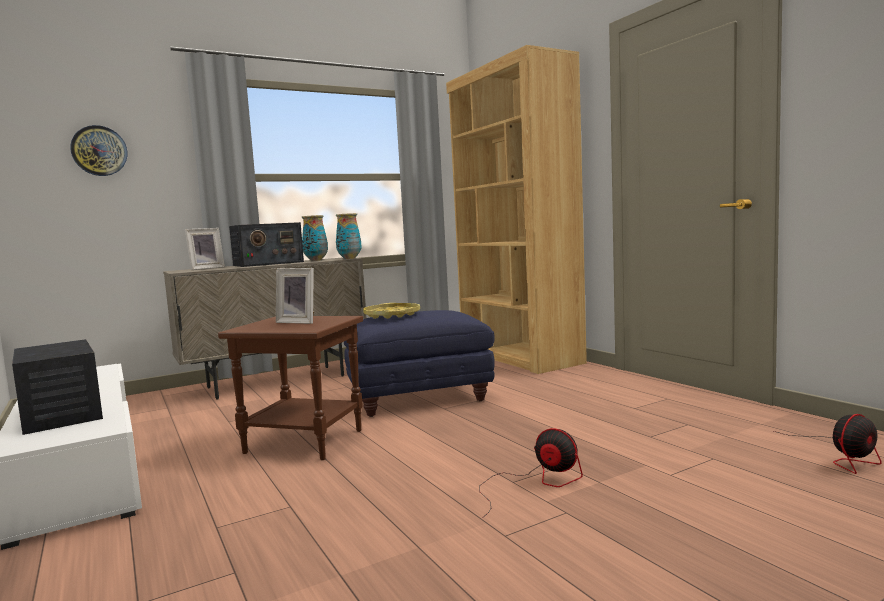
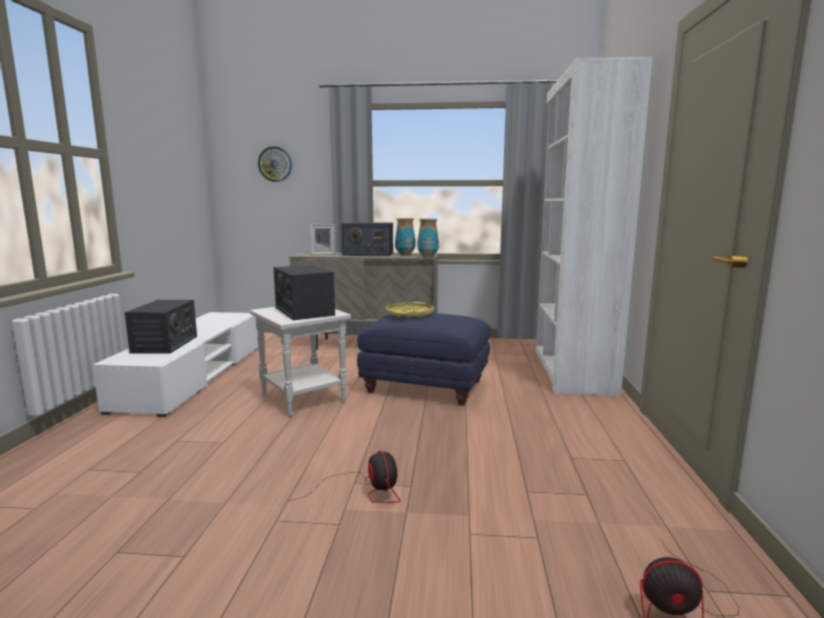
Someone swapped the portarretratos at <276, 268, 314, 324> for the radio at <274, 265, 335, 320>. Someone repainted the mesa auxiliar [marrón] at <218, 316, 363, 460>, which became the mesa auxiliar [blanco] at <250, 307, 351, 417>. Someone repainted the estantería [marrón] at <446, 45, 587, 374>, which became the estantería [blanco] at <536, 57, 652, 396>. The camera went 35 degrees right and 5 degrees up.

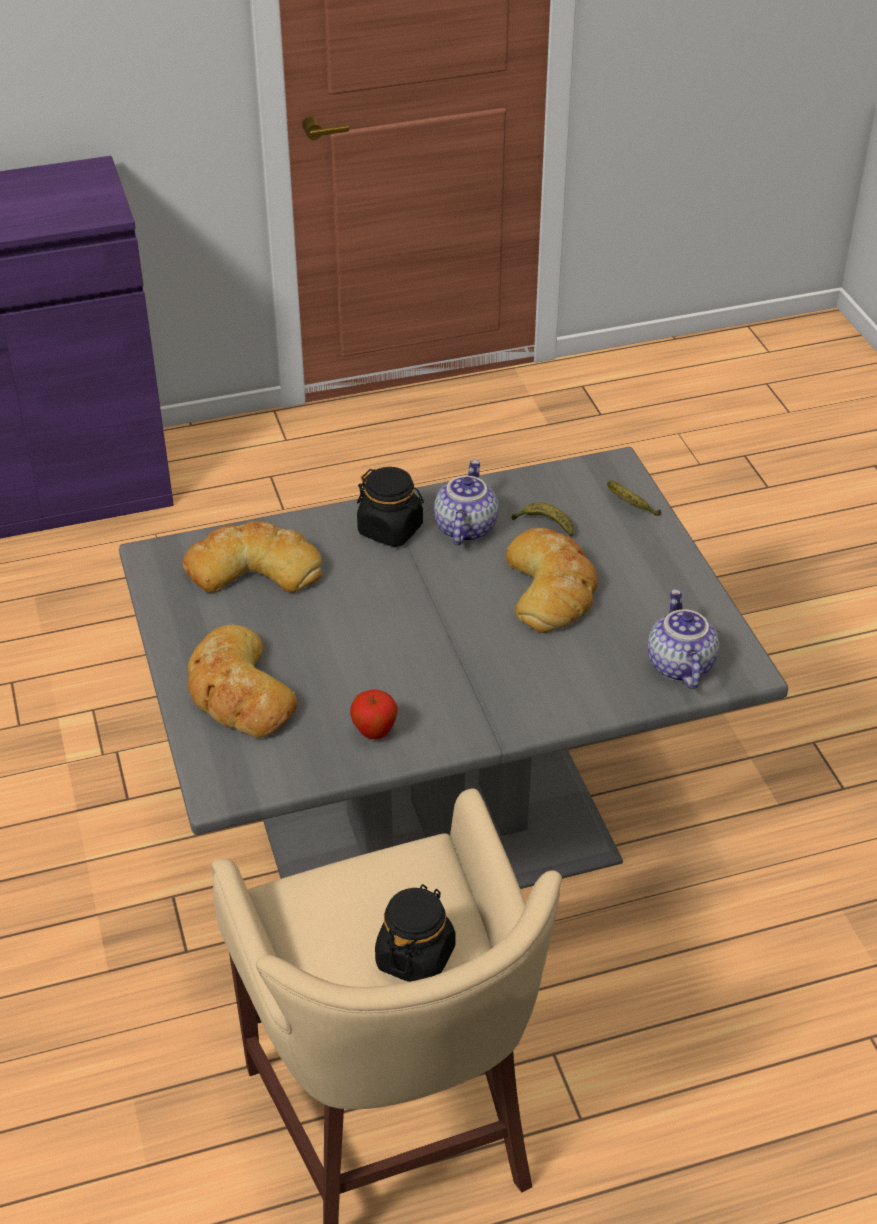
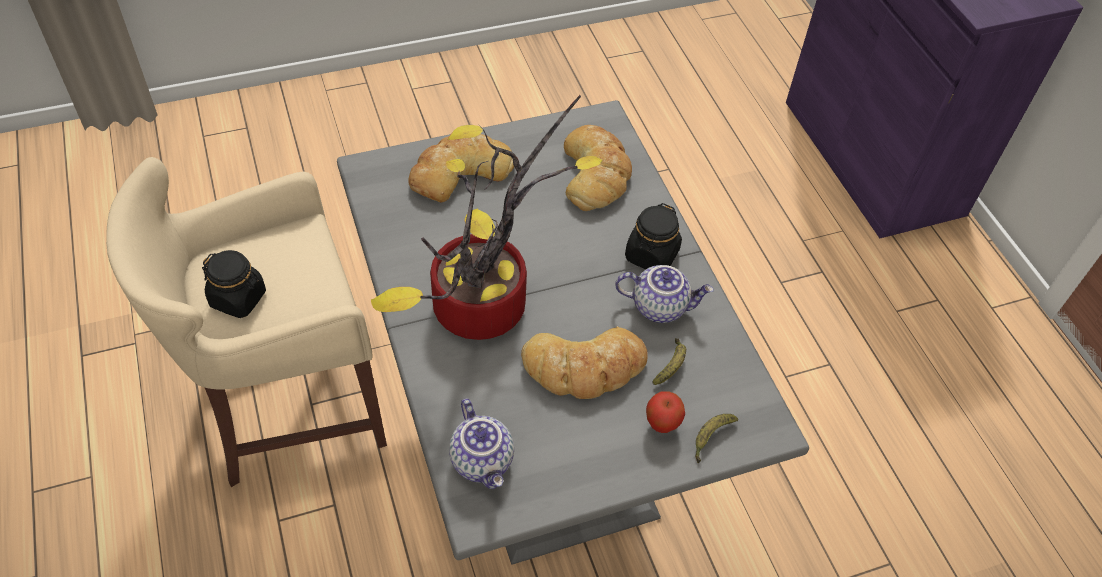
Someone put down the planta en maceta at <371, 95, 603, 340>. Someone carried the manzana from <350, 689, 398, 739> to <646, 391, 685, 433>. Someone rotated the tetera at <647, 589, 719, 689> by 75 degrees clockwise. The camera went 85 degrees right and 10 degrees up.

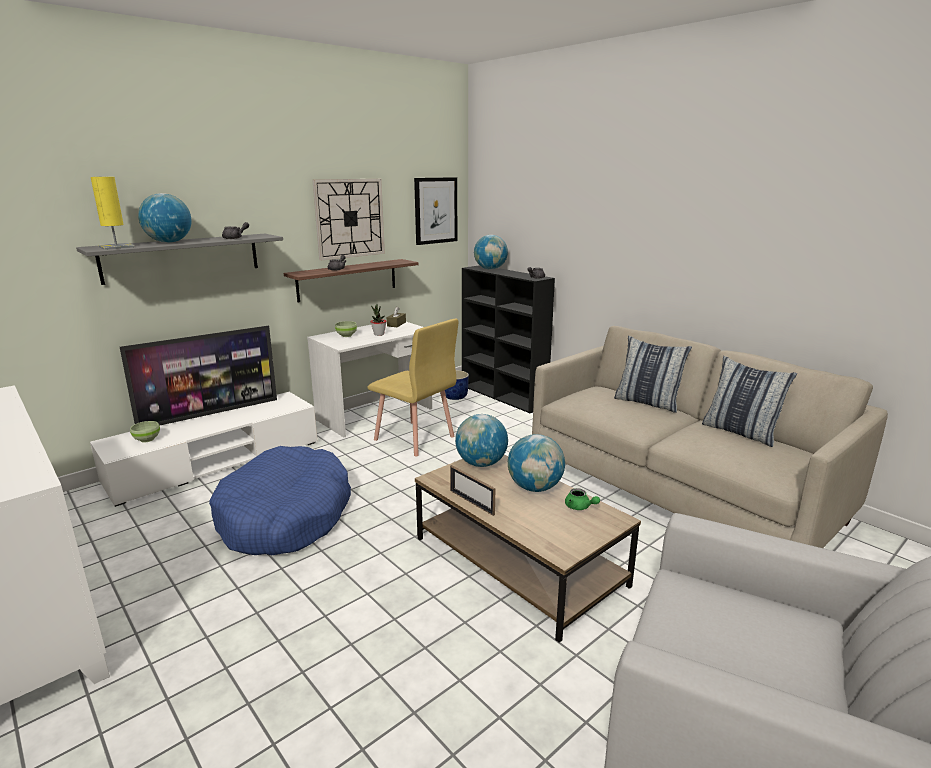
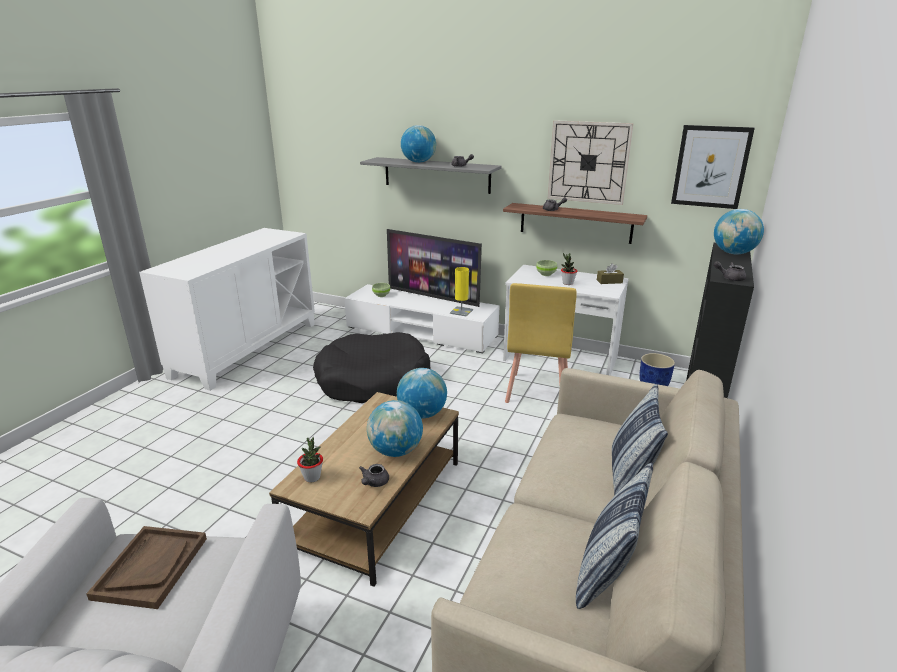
Someone took away the portarretratos at <450, 465, 496, 516>. Someone put down the bandeja [marrón] at <86, 526, 207, 609>. Someone put down the planta en maceta at <297, 437, 323, 482>. Someone carried the lámpara de mesa [amarillo] from <91, 177, 135, 250> to <450, 267, 473, 317>. Someone repainted the cama para perro [azul] at <209, 446, 351, 555>, which became the cama para perro [negro] at <313, 332, 430, 403>. Someone repainted the tetera [verde] at <565, 488, 600, 510>, which became the tetera [gris] at <359, 464, 389, 487>. The camera went 65 degrees right and 5 degrees up.

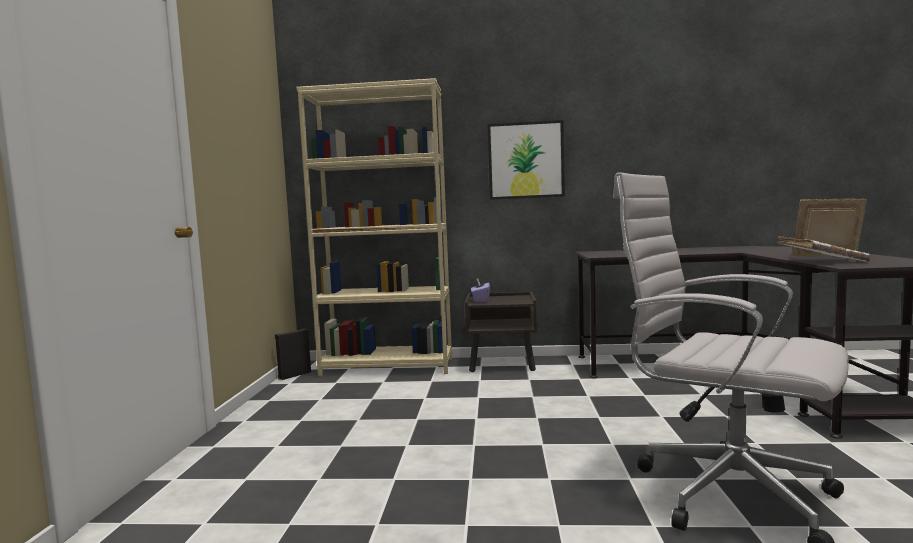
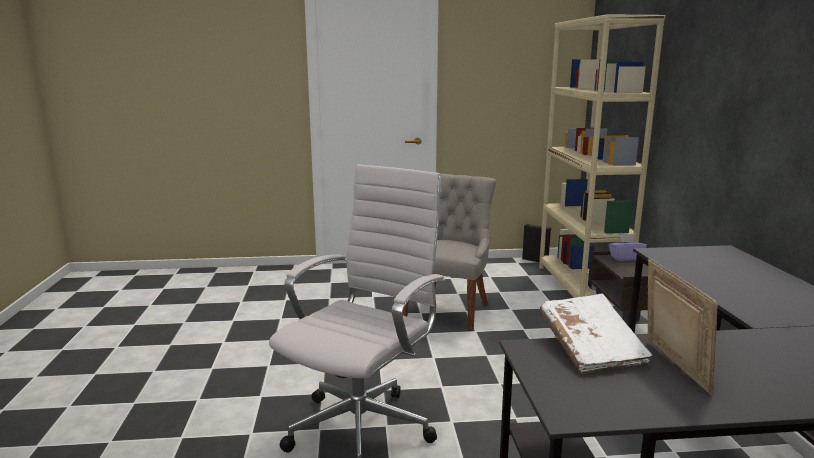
Someone took away the cuadro at <488, 120, 565, 200>. Someone put down the silla [gris] at <403, 174, 497, 331>. The camera went 80 degrees right and 10 degrees up.

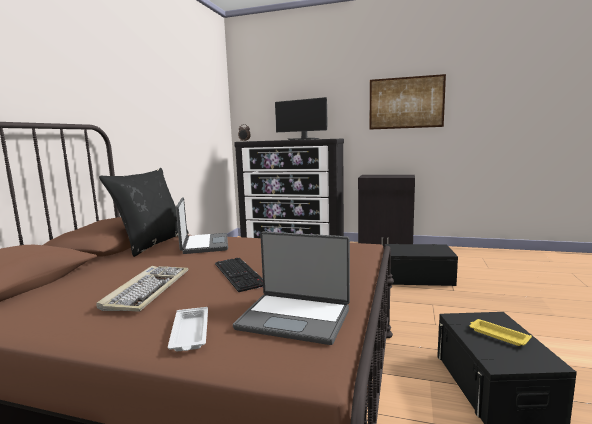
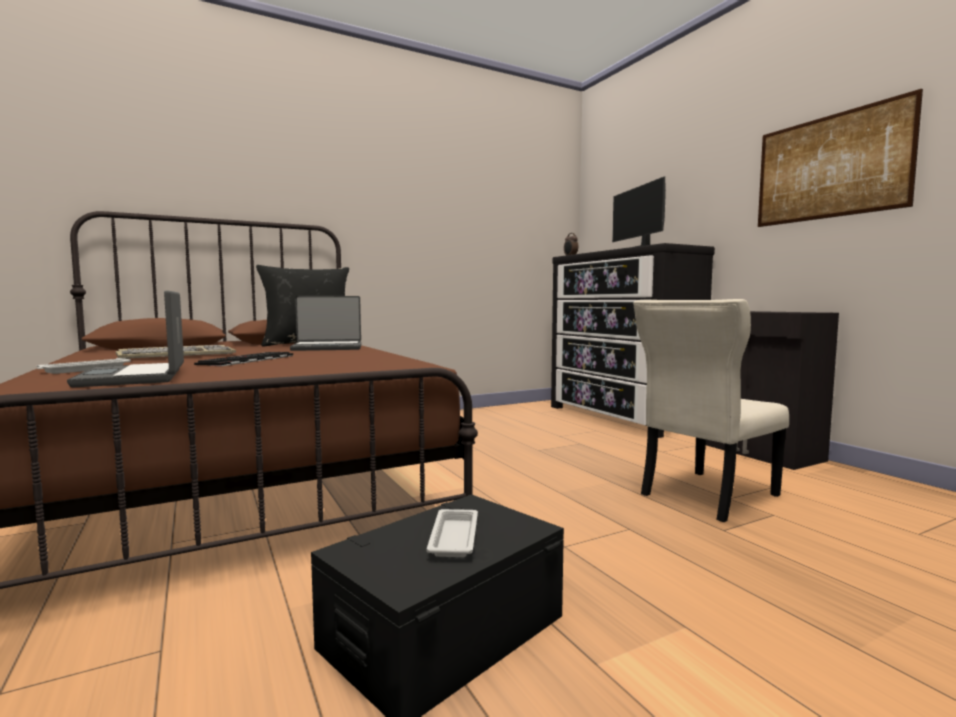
Someone swapped the caja de almacenaje [negro] at <385, 244, 458, 286> for the silla [beis] at <633, 299, 789, 522>. Someone repainted the bandeja [amarillo] at <469, 319, 532, 346>, which became the bandeja [blanco] at <426, 509, 478, 557>. Someone rotated the portátil at <176, 198, 228, 254> by 45 degrees clockwise. The camera went 45 degrees right and 5 degrees down.

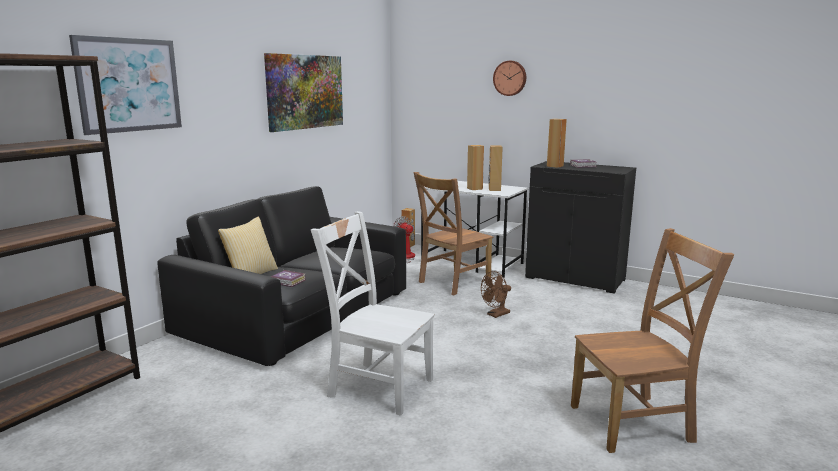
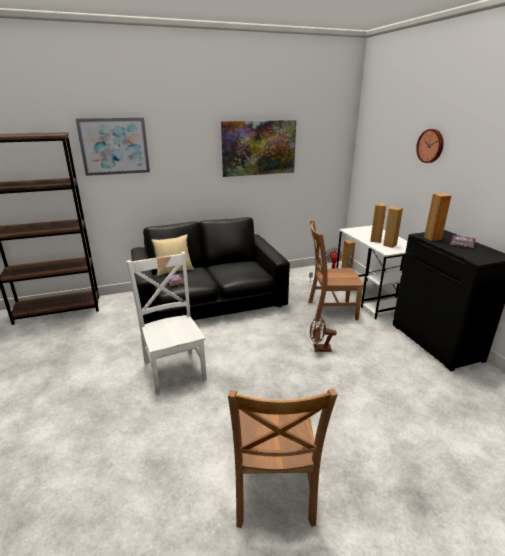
Someone rotated the silla [marrón] at <571, 228, 734, 453> by 60 degrees clockwise. The camera went 40 degrees right and 10 degrees up.

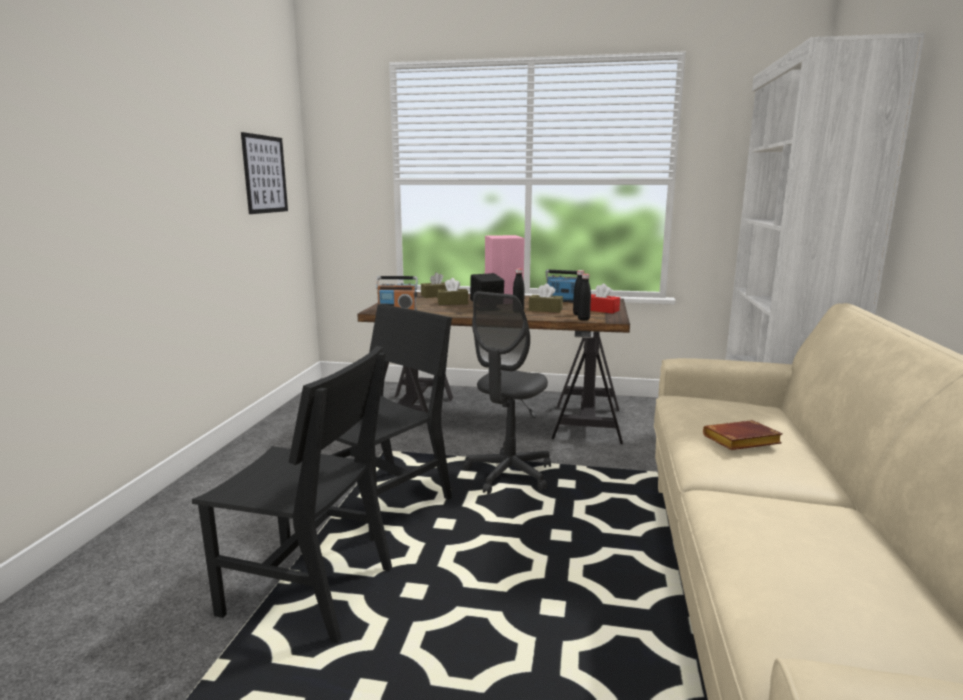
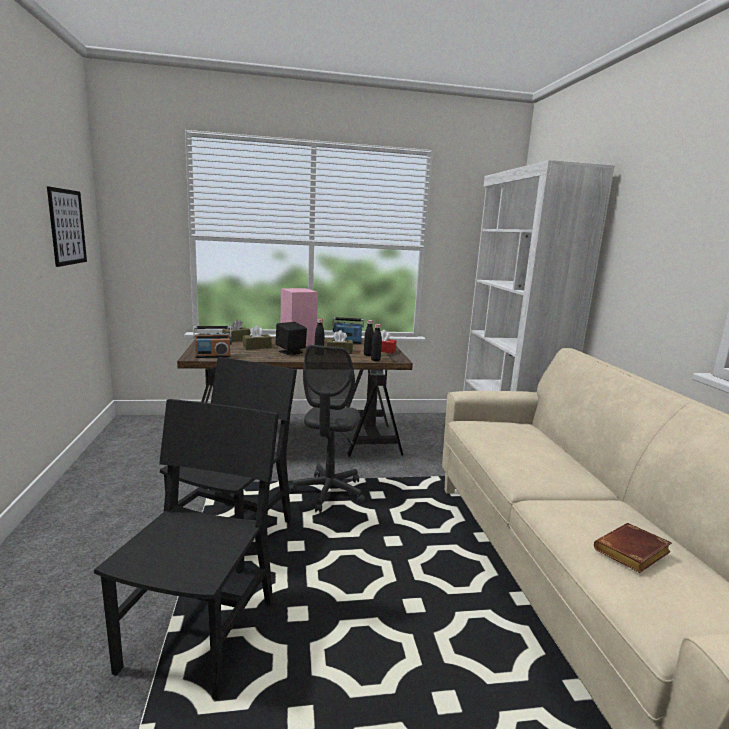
Someone carried the libro [marrón] from <703, 420, 783, 450> to <594, 523, 672, 573>. Someone rotated the silla [negro] at <192, 346, 392, 643> by 75 degrees counterclockwise. The camera went 20 degrees left and 0 degrees up.

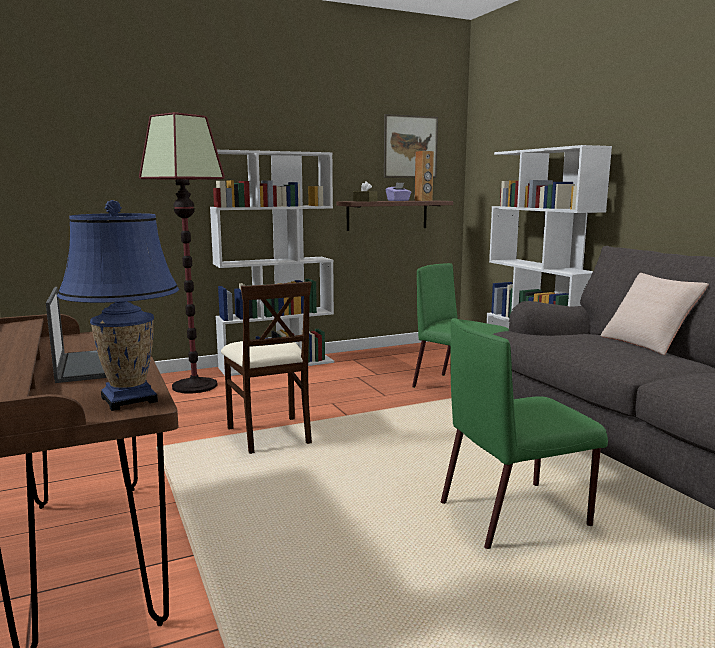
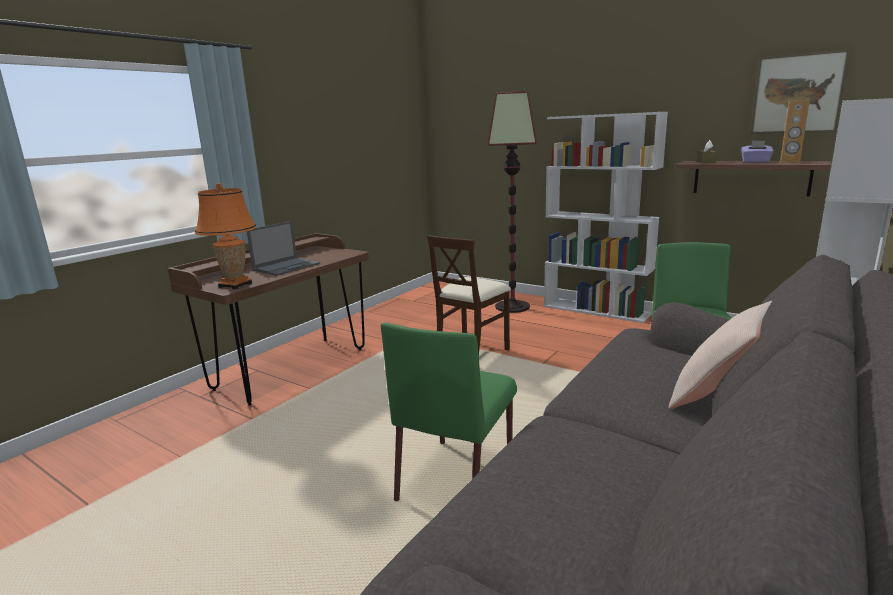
Someone repainted the lámpara de mesa [azul] at <57, 200, 179, 411>, which became the lámpara de mesa [naranja] at <195, 183, 257, 290>. Someone rotated the silla [verde] at <441, 318, 608, 549> by 105 degrees counterclockwise. The camera went 60 degrees right and 5 degrees up.

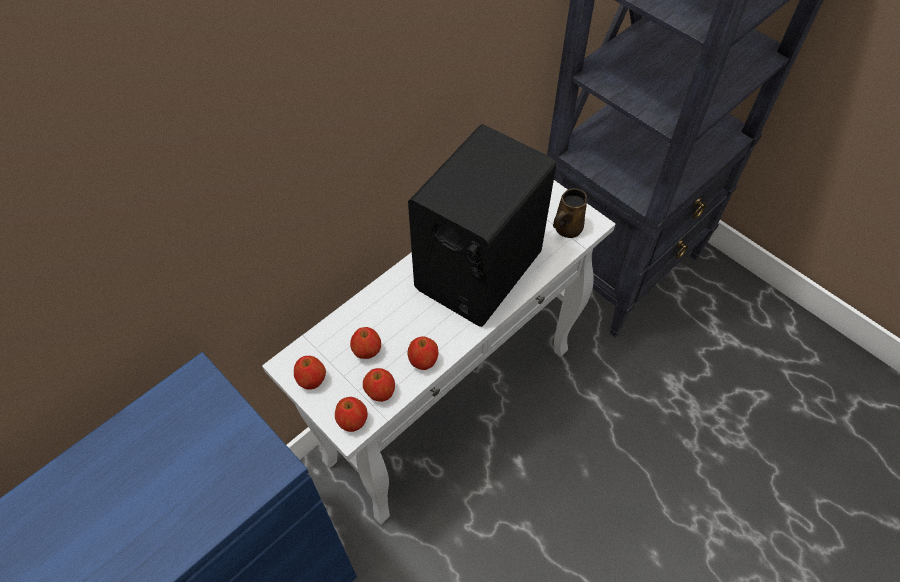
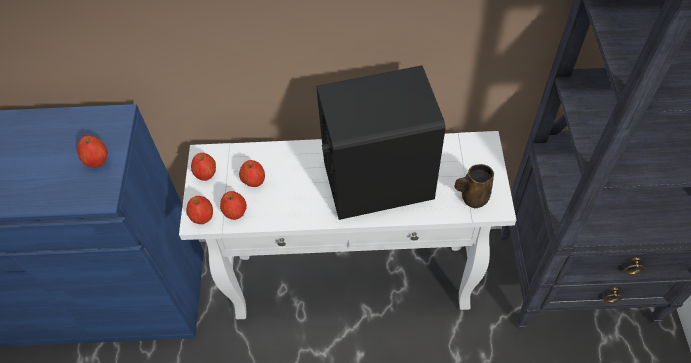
Someone carried the manzana from <407, 336, 439, 370> to <77, 136, 108, 168>. The camera went 45 degrees right and 0 degrees up.

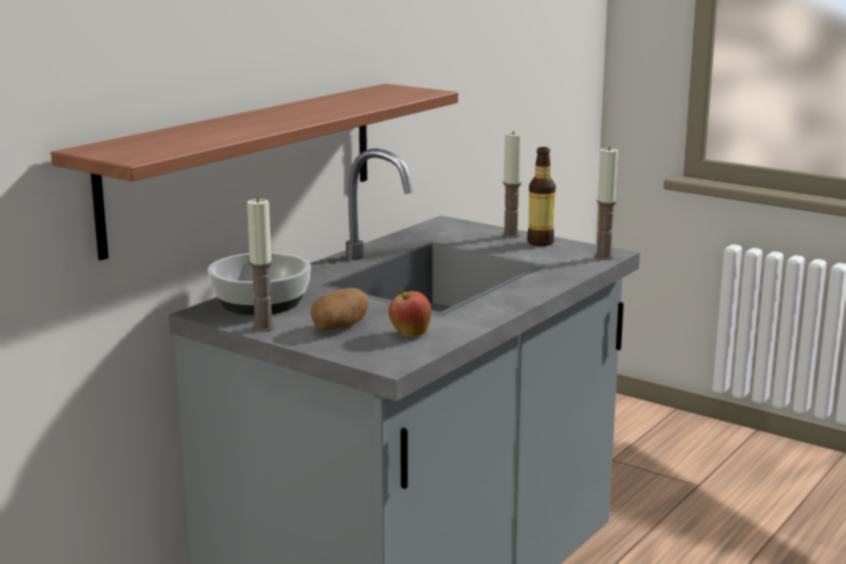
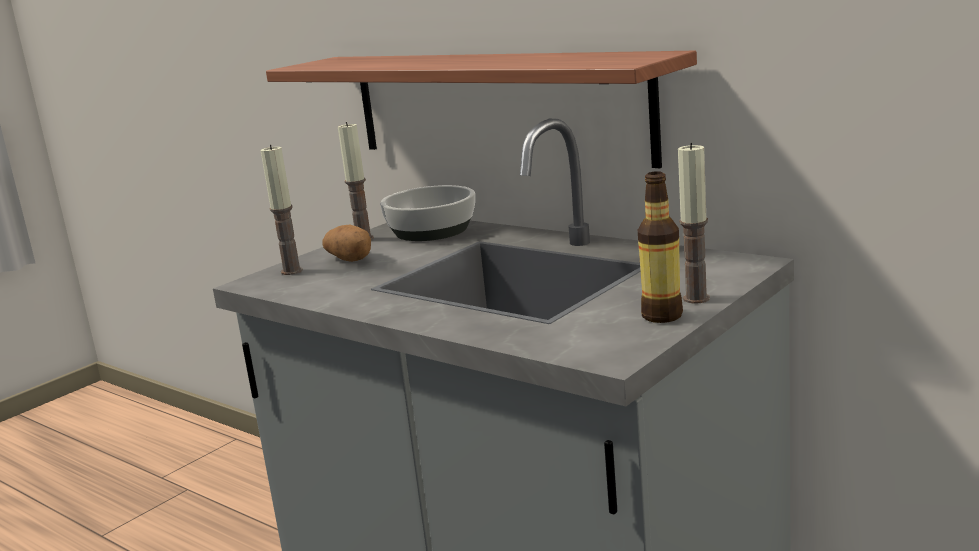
Someone took away the manzana at <389, 290, 431, 338>. Someone carried the vela from <594, 146, 618, 260> to <261, 145, 303, 275>. The camera went 95 degrees right and 0 degrees up.

